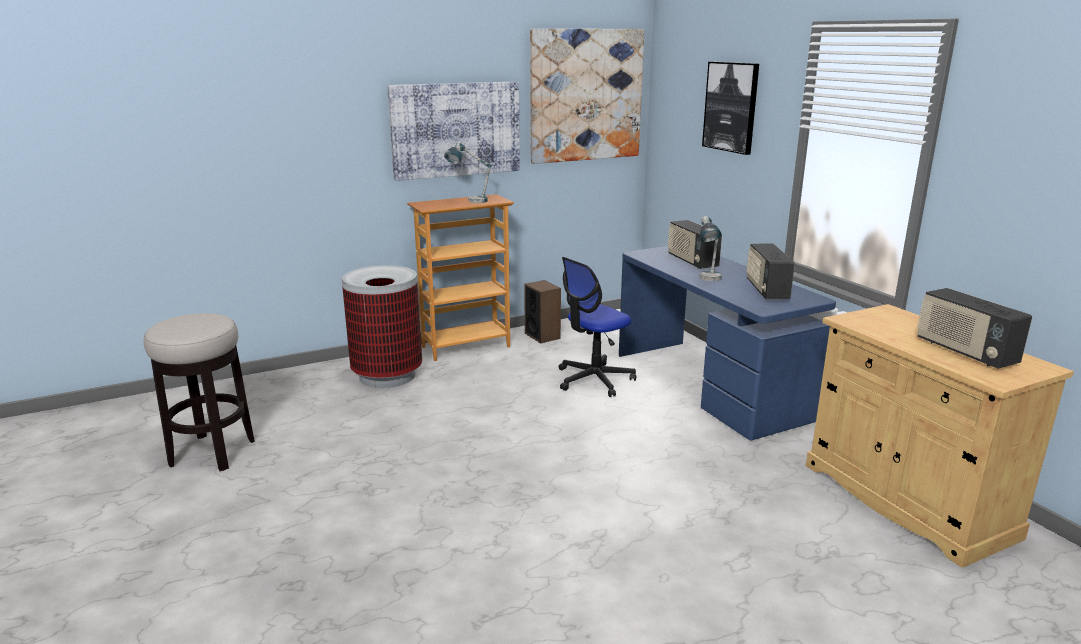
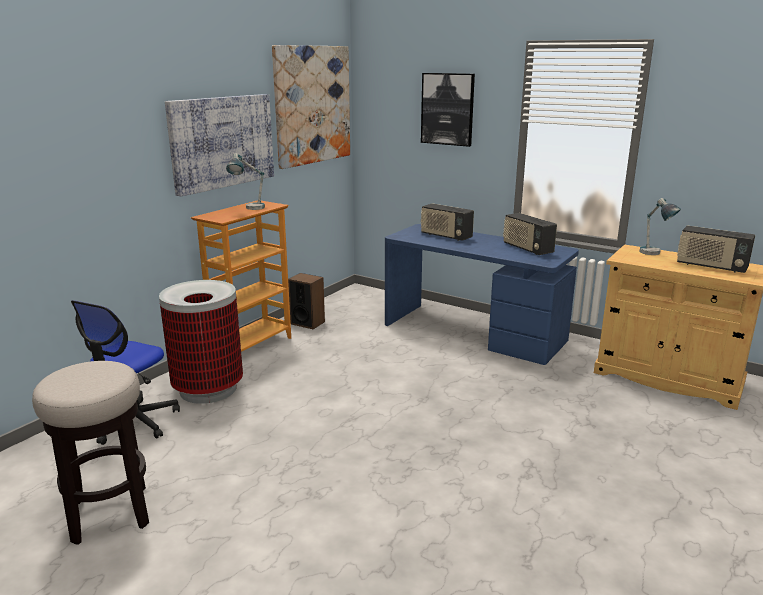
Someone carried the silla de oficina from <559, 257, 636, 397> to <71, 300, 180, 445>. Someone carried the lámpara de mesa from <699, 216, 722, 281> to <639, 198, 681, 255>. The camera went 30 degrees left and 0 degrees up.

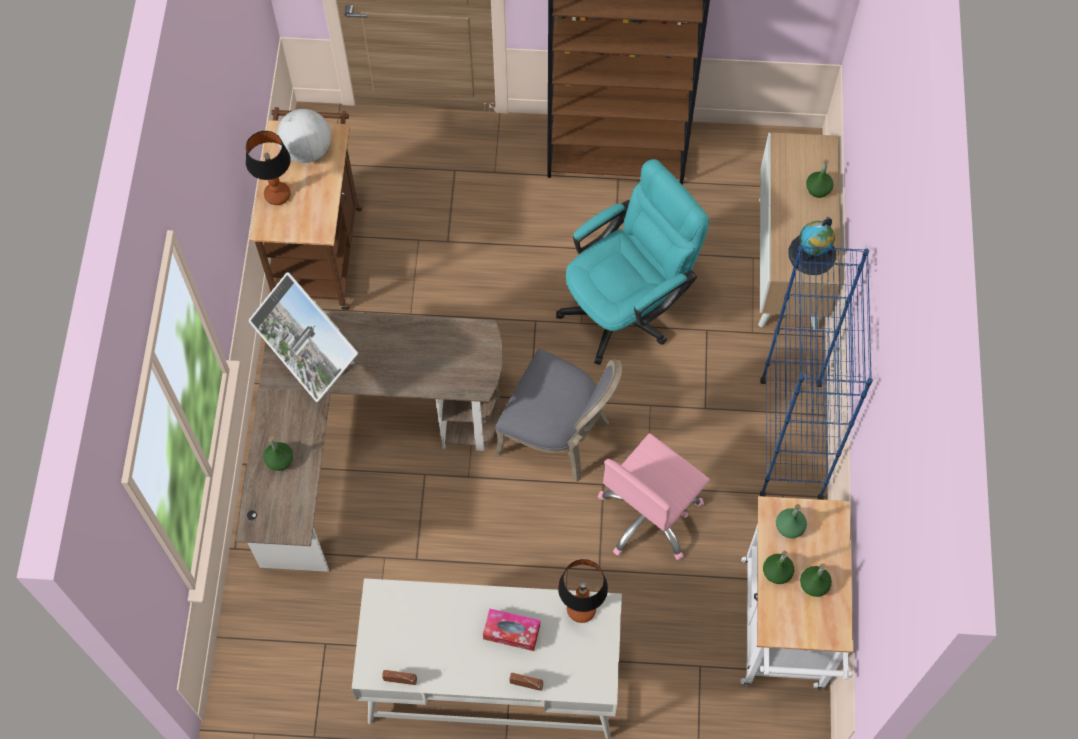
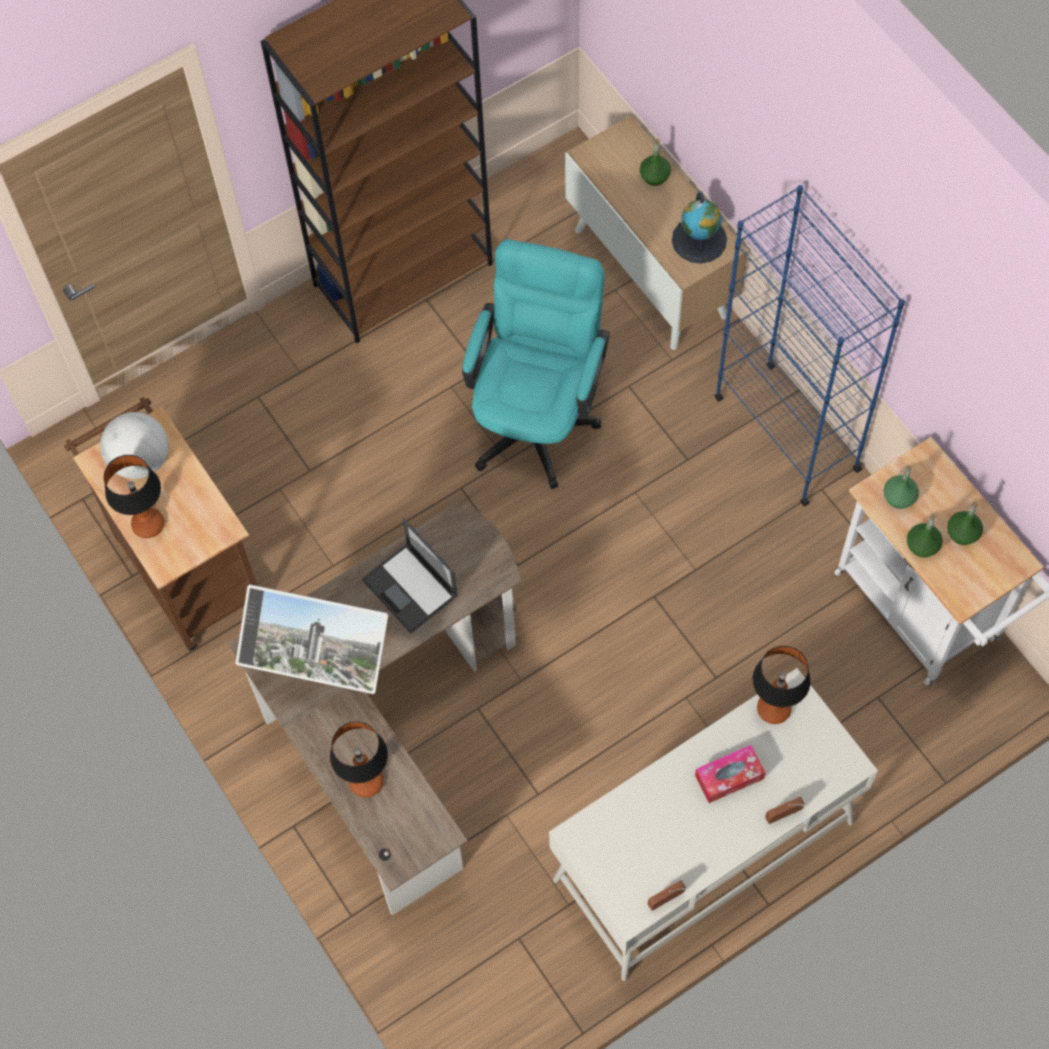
Someone took away the silla [gris] at <496, 349, 622, 482>. Someone took away the silla de oficina [rosa] at <598, 433, 710, 560>. Someone put down the portátil at <362, 518, 458, 633>. Someone swapped the botella [verde] at <263, 436, 293, 471> for the lámpara de mesa at <330, 721, 388, 797>. The camera went 35 degrees left and 0 degrees up.

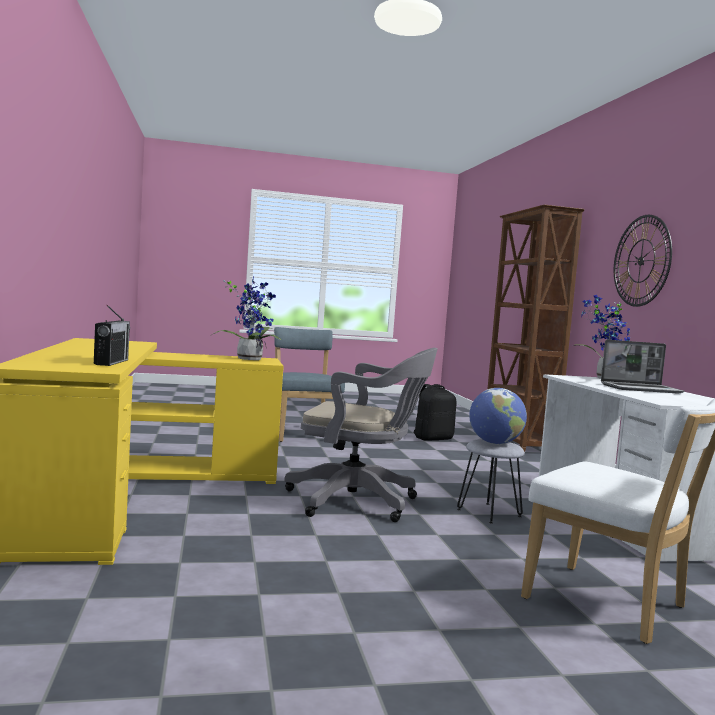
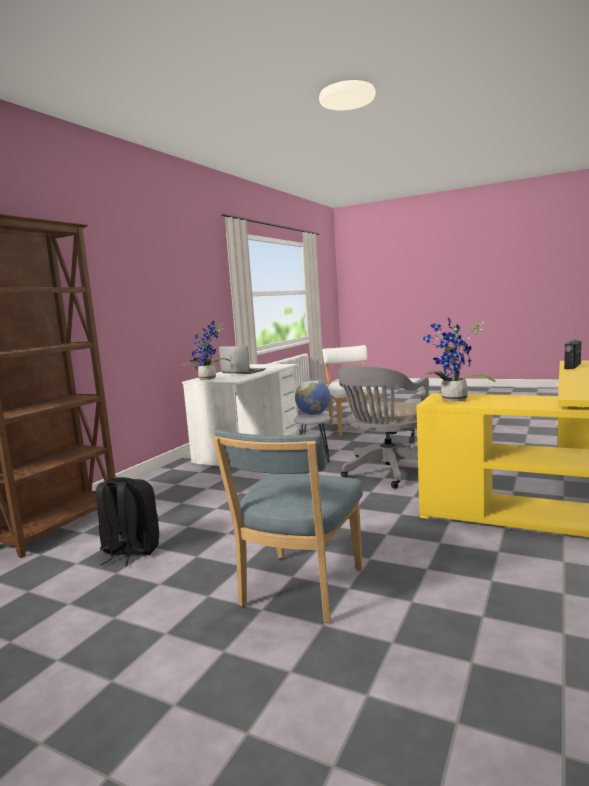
Someone took away the reloj de pared at <614, 215, 672, 307>. Someone rotated the silla de oficina [gris] at <284, 348, 438, 522> by 105 degrees counterclockwise. The camera went 140 degrees left and 5 degrees up.

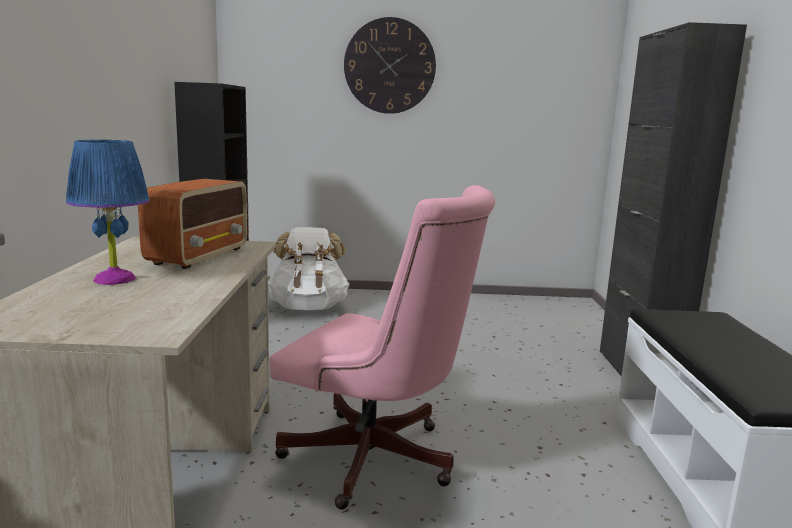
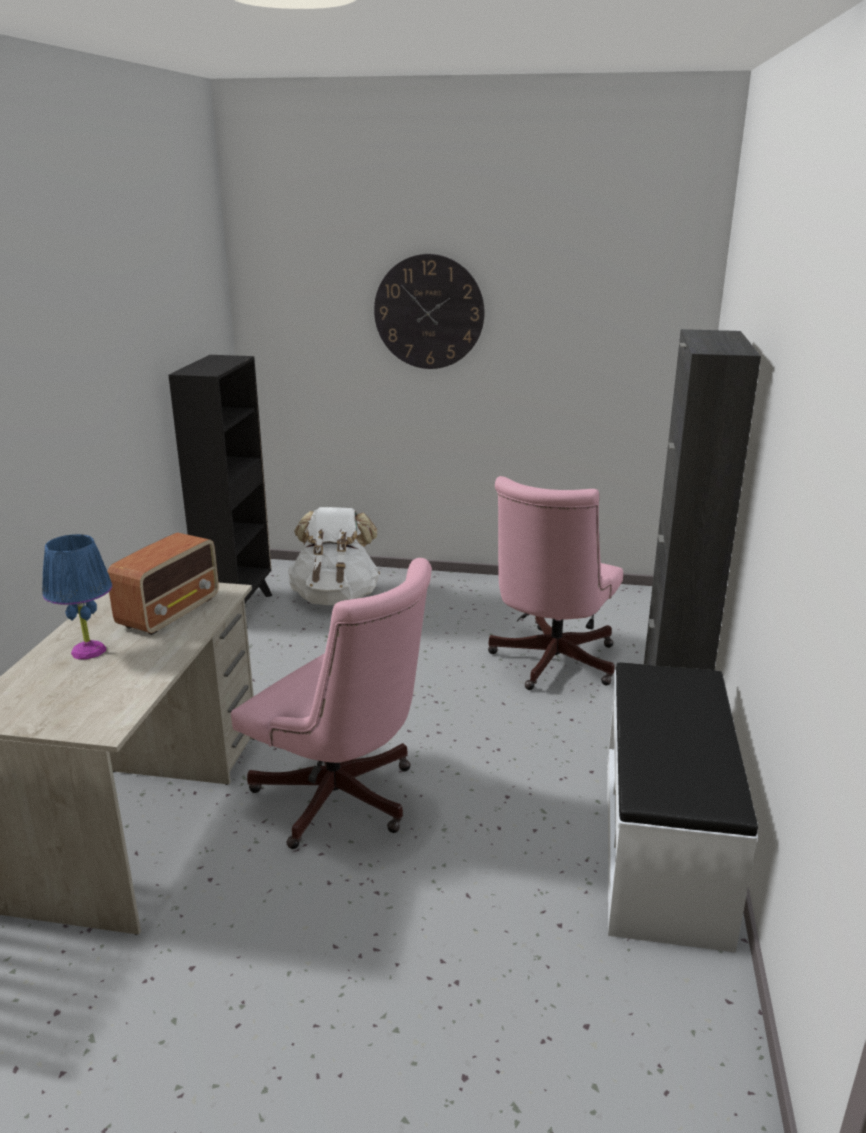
Someone put down the silla de oficina [rosa] at <488, 476, 623, 690>. The camera went 10 degrees right and 10 degrees up.

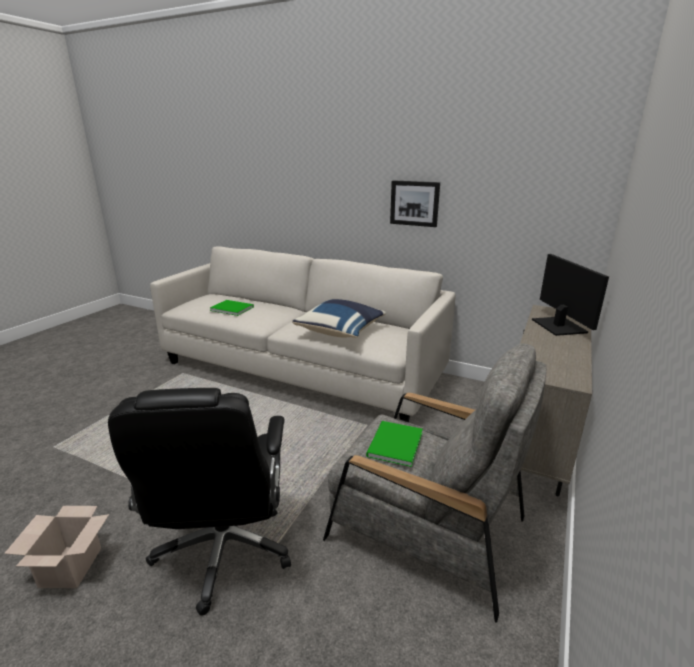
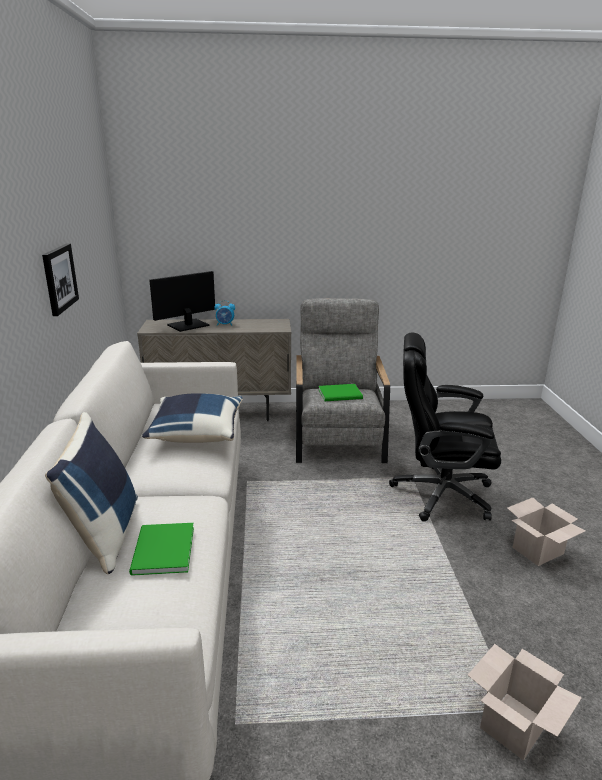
Someone put down the cojín [azul] at <45, 412, 138, 574>. Someone put down the despertador at <214, 300, 235, 326>. Someone put down the caja de cartón at <467, 644, 582, 761>. Someone rotated the silla de oficina [negro] at <108, 388, 291, 616> by 135 degrees counterclockwise. The camera went 120 degrees left and 0 degrees up.

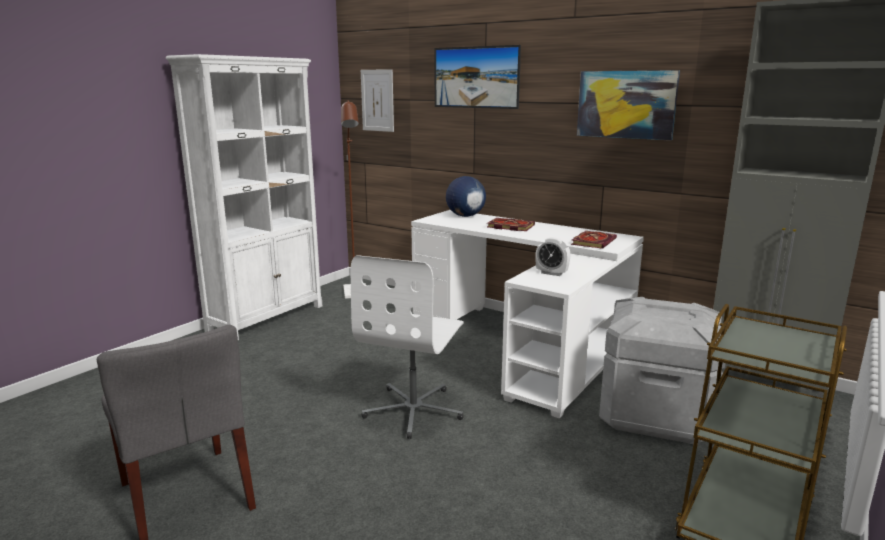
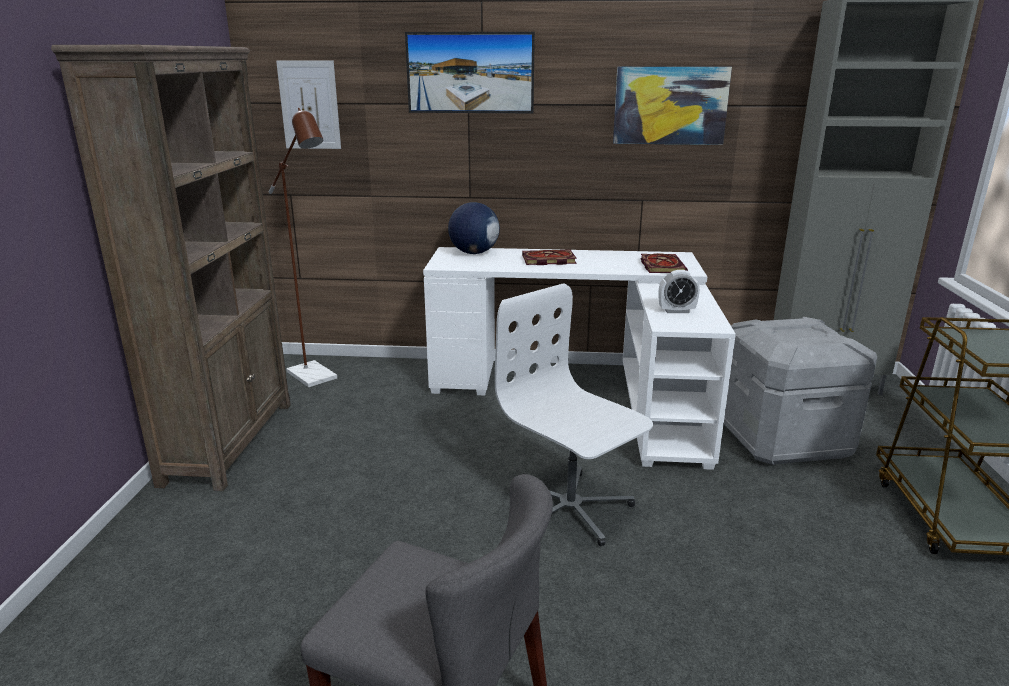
Someone repainted the estantería [blanco] at <166, 54, 322, 340>, which became the estantería [marrón] at <51, 45, 291, 491>. Someone rotated the silla de oficina [blanco] at <351, 255, 464, 439> by 150 degrees clockwise. The camera went 30 degrees left and 5 degrees up.

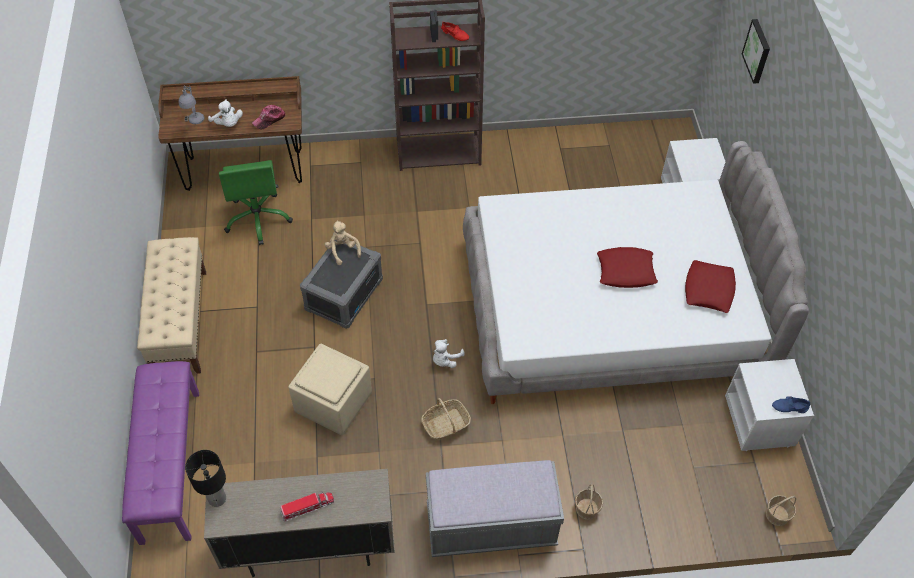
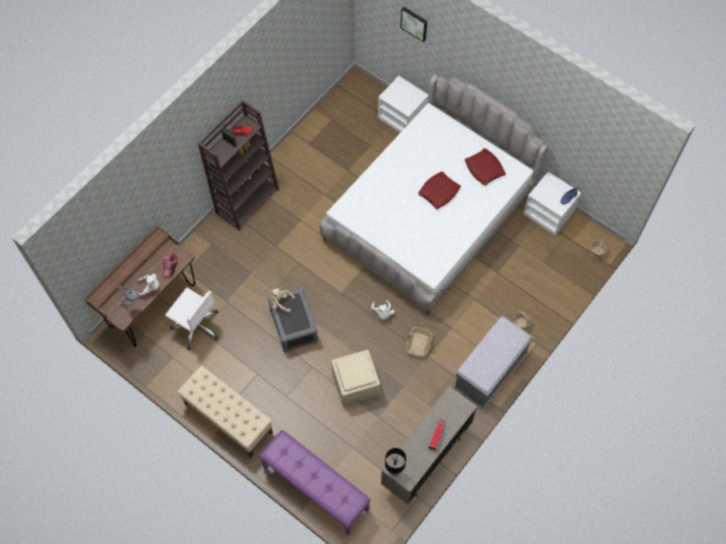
Someone repainted the silla de oficina [verde] at <219, 160, 293, 245>, which became the silla de oficina [blanco] at <165, 287, 219, 350>. The camera went 45 degrees left and 10 degrees up.

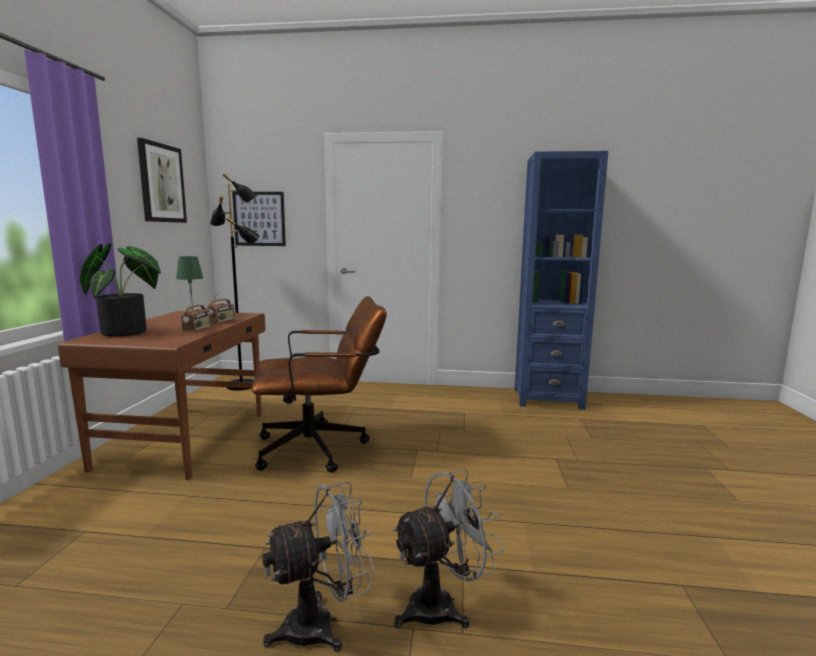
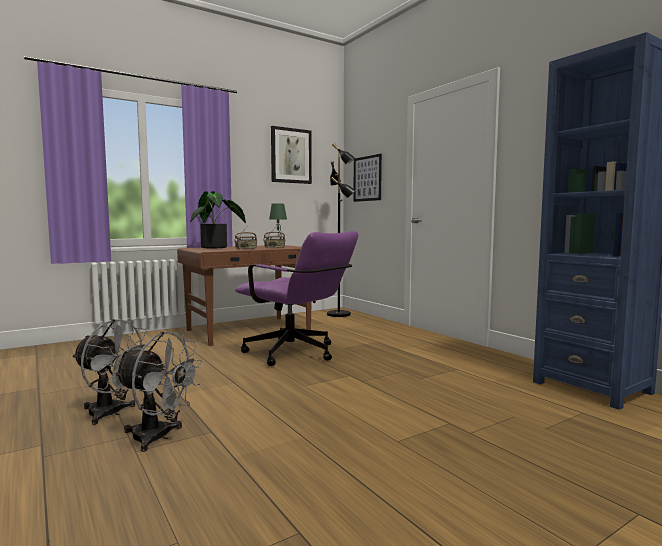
Someone repainted the silla de oficina [marrón] at <252, 296, 387, 473>, which became the silla de oficina [morado] at <235, 231, 358, 366>. The camera went 50 degrees right and 5 degrees down.

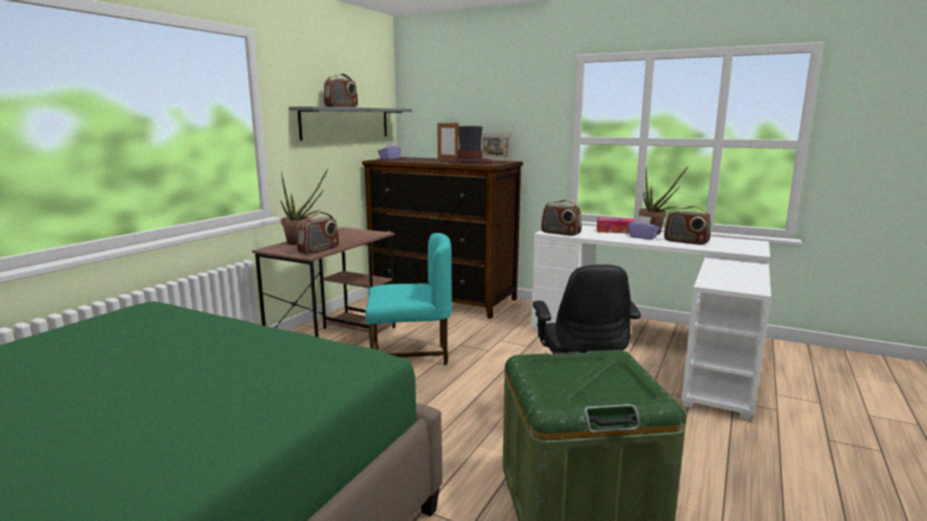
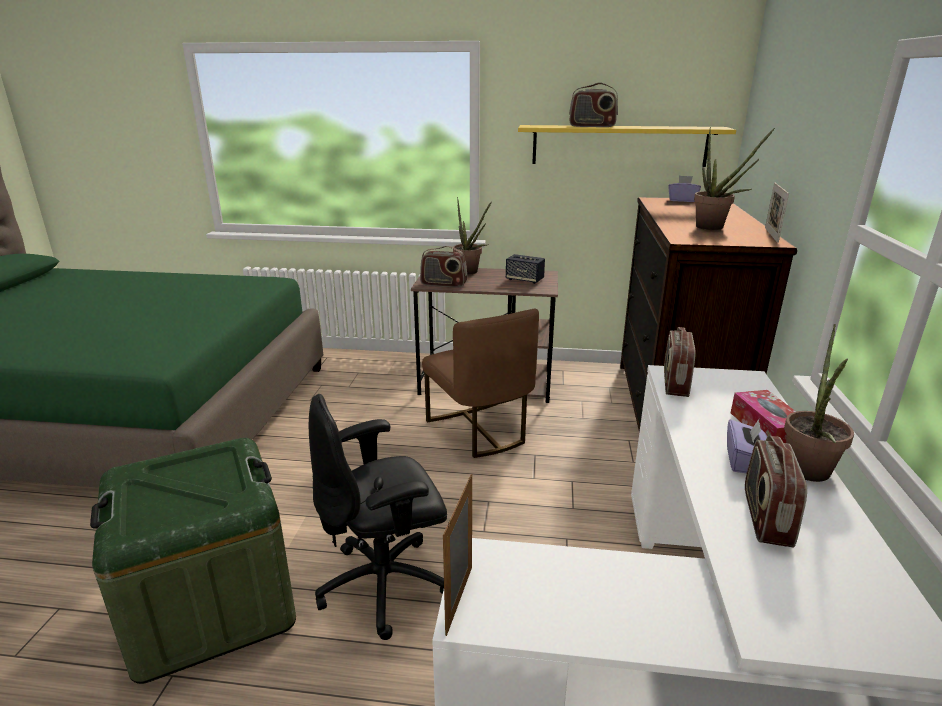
Someone put down the altavoz at <506, 254, 545, 284>. Someone carried the portarretratos from <437, 123, 459, 159> to <443, 474, 472, 636>. Someone swapped the sombrero at <447, 126, 493, 163> for the planta en maceta at <694, 127, 775, 230>. Someone repainted the estante [gris] at <289, 106, 412, 141>, which became the estante [amarillo] at <518, 125, 736, 167>. Someone repainted the silla [turquesa] at <365, 233, 452, 365>, which became the silla [marrón] at <422, 308, 539, 458>. The camera went 70 degrees right and 10 degrees up.

